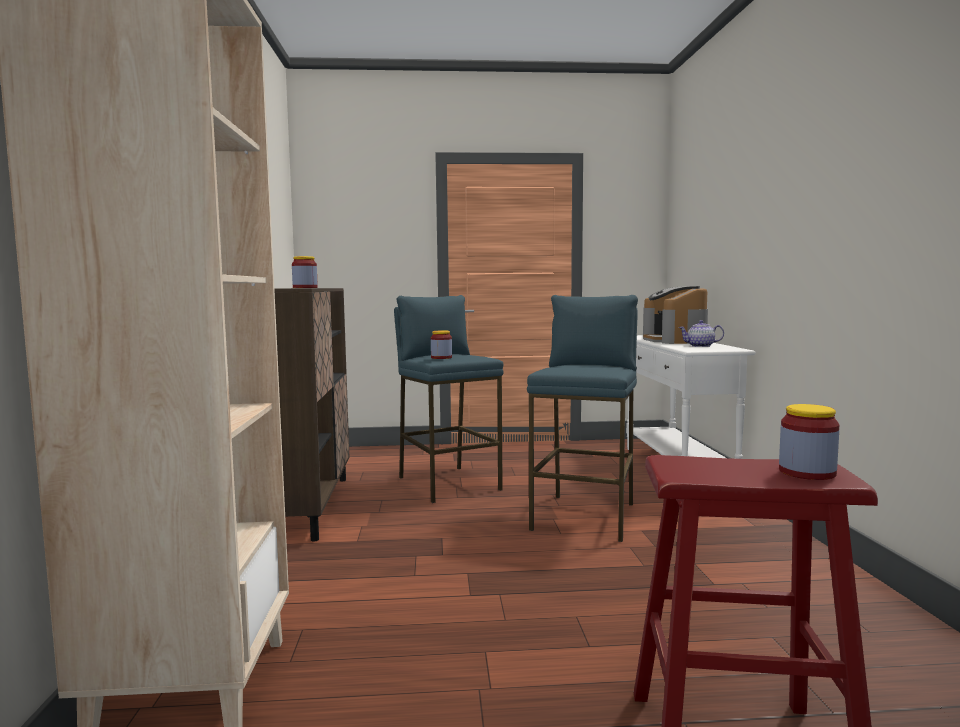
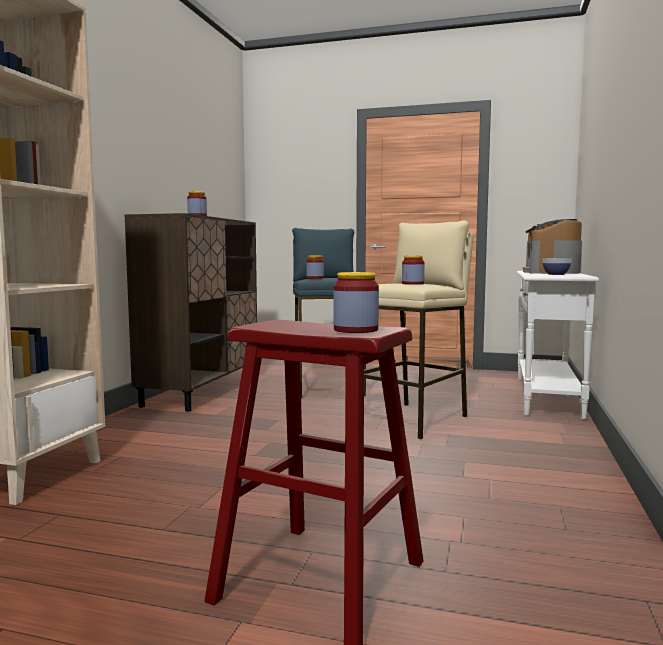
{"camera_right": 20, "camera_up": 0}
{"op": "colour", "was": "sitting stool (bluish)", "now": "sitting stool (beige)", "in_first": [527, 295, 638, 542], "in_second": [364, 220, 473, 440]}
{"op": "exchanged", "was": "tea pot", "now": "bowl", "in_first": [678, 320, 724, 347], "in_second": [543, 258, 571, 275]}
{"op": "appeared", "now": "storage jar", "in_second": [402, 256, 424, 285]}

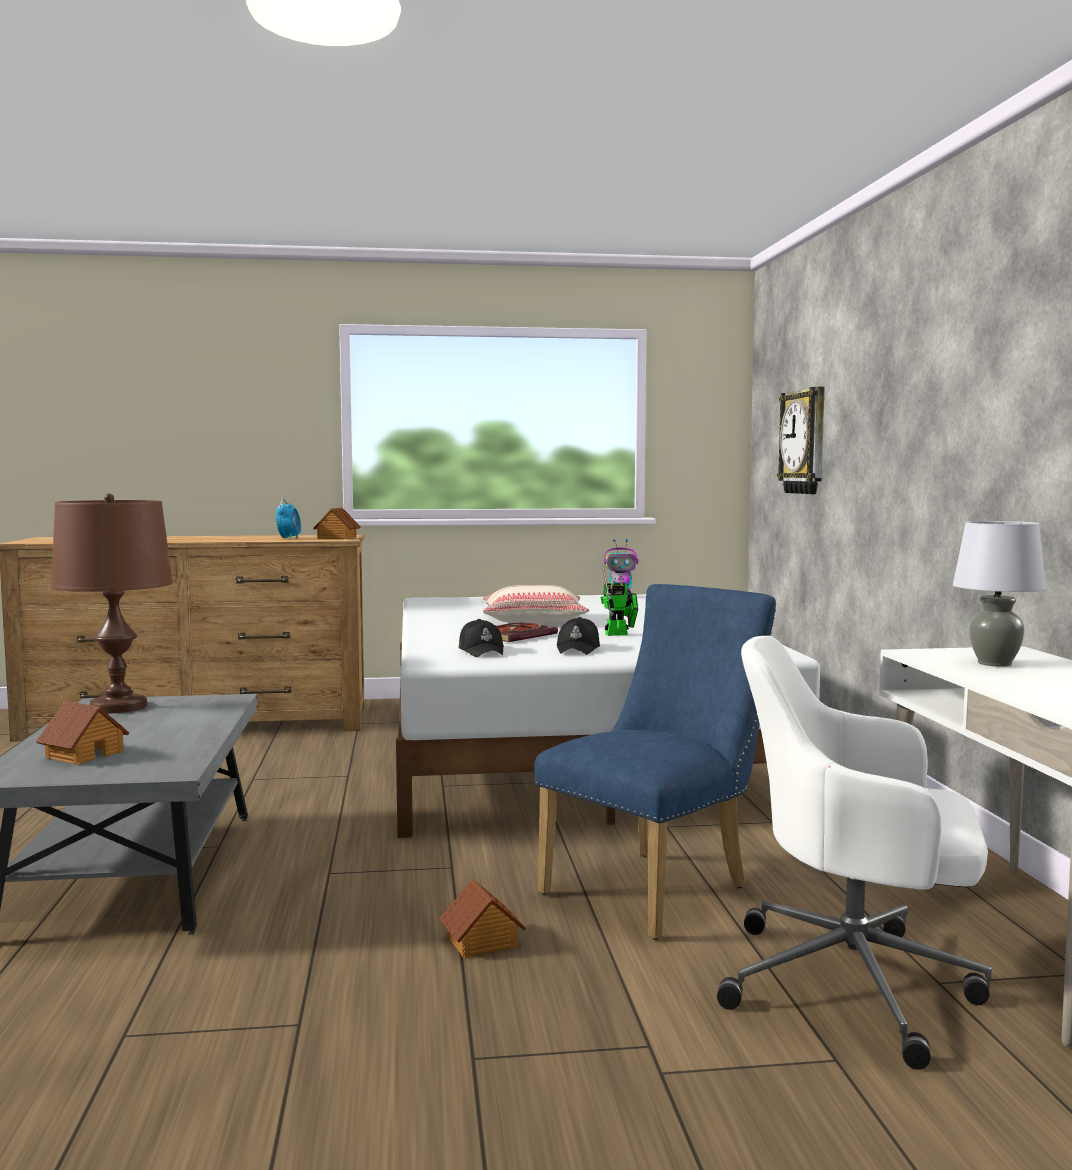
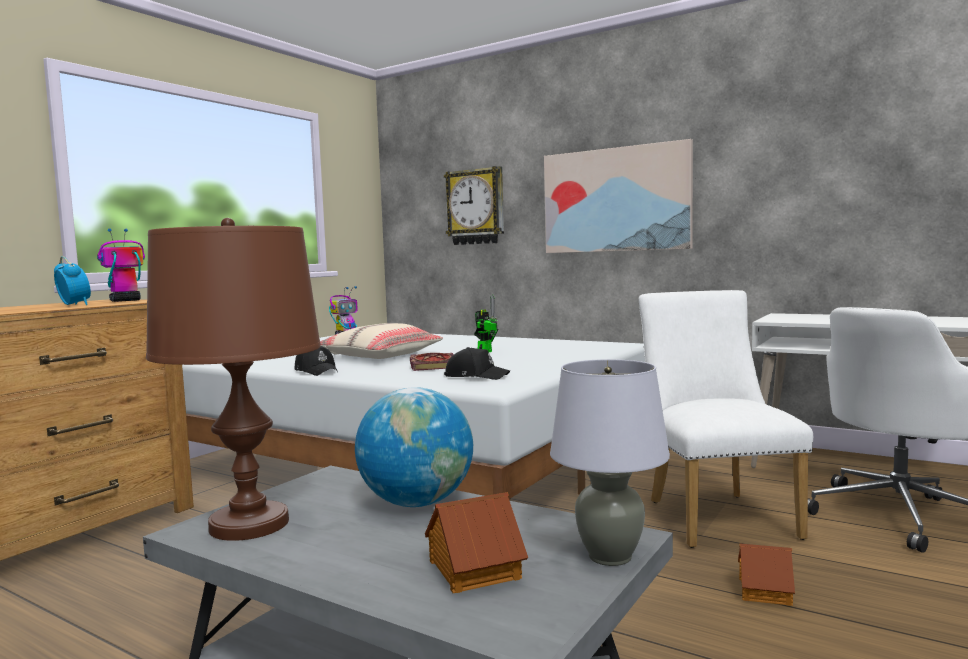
{"camera_right": -50, "camera_up": 0}
{"op": "exchanged", "was": "toy house", "now": "robot figure", "in_first": [313, 508, 361, 539], "in_second": [97, 228, 145, 302]}
{"op": "colour", "was": "upright chair (bluish)", "now": "upright chair (white)", "in_first": [534, 584, 776, 940], "in_second": [639, 290, 813, 548]}
{"op": "relocated", "was": "cap (blackish)", "in_first": [557, 617, 600, 654], "in_second": [294, 346, 338, 376]}
{"op": "relocated", "was": "table lamp (greyish)", "in_first": [953, 521, 1046, 667], "in_second": [550, 359, 670, 566]}
{"op": "appeared", "now": "world globe", "in_second": [355, 387, 473, 507]}
{"op": "appeared", "now": "wall art", "in_second": [544, 139, 693, 253]}

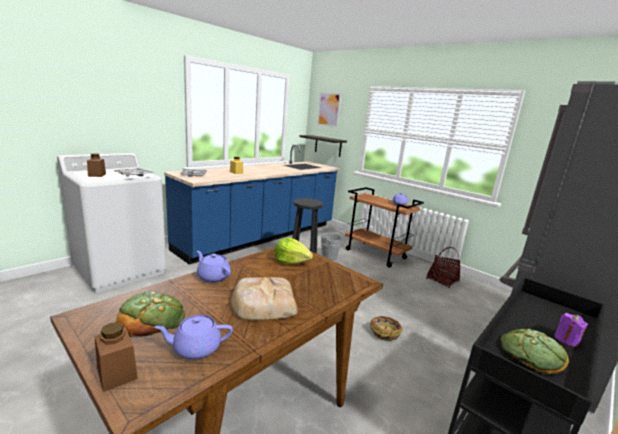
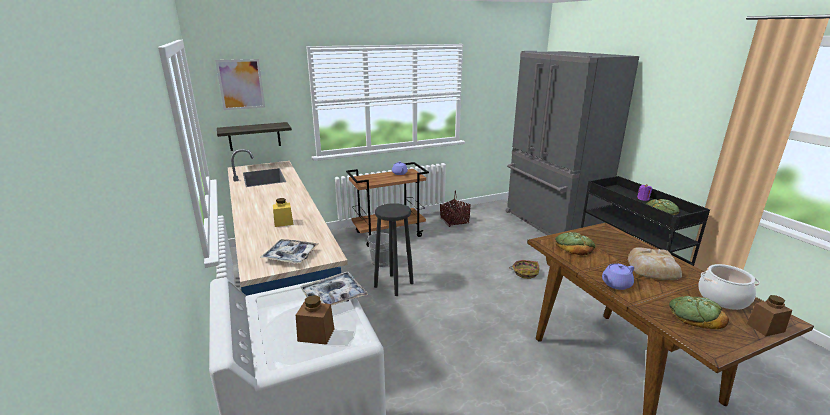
{"camera_right": -65, "camera_up": 5}
{"op": "exchanged", "was": "tea pot (purple-coloured)", "now": "stockpot", "in_first": [154, 315, 233, 360], "in_second": [699, 264, 760, 310]}
{"op": "exchanged", "was": "lettuce head", "now": "bakery bread", "in_first": [274, 237, 313, 264], "in_second": [555, 232, 596, 256]}

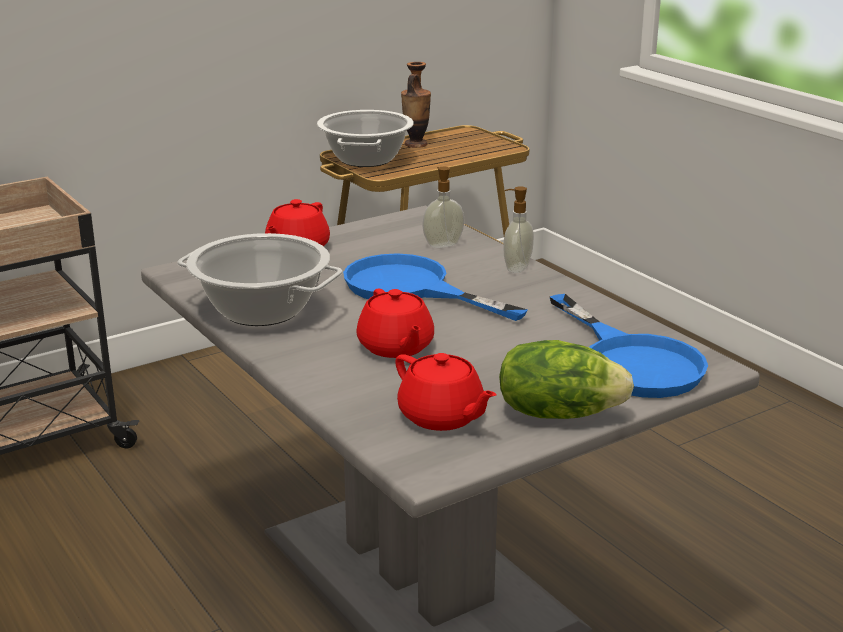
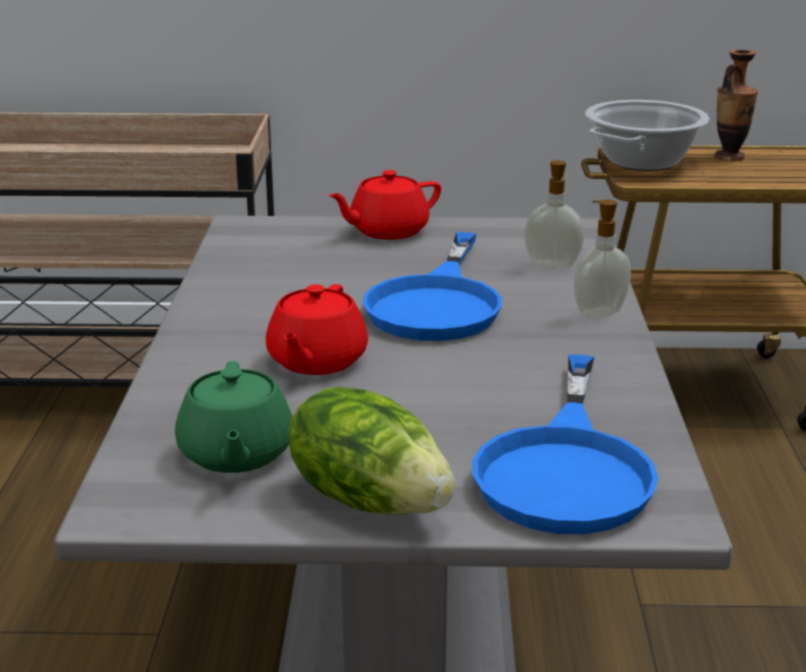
{"camera_right": 35, "camera_up": 0}
{"op": "missing", "was": "stockpot", "in_first": [177, 233, 342, 326]}
{"op": "spun", "was": "frying pan (bluish)", "in_first": [343, 253, 528, 321], "in_second": [362, 232, 502, 341], "clockwise": -150}
{"op": "colour", "was": "tea pot (red)", "now": "tea pot (green-coloured)", "in_first": [395, 353, 497, 431], "in_second": [175, 361, 292, 473]}

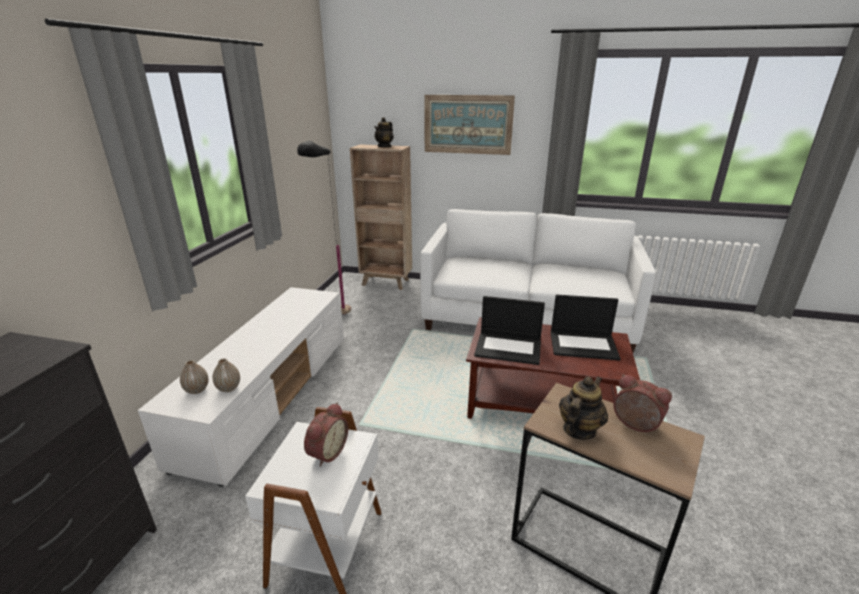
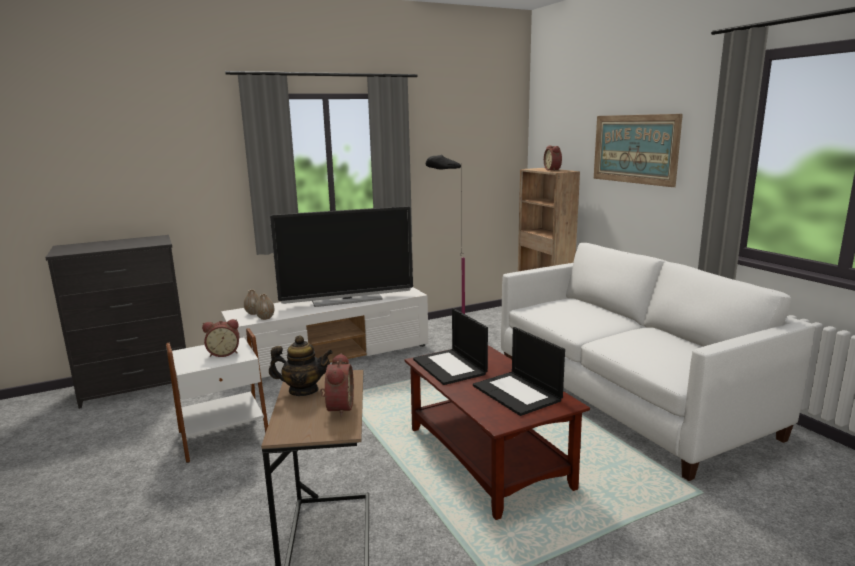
{"camera_right": 50, "camera_up": -10}
{"op": "exchanged", "was": "tea pot", "now": "alarm clock", "in_first": [374, 117, 394, 148], "in_second": [544, 145, 562, 171]}
{"op": "appeared", "now": "TV", "in_second": [270, 206, 413, 307]}

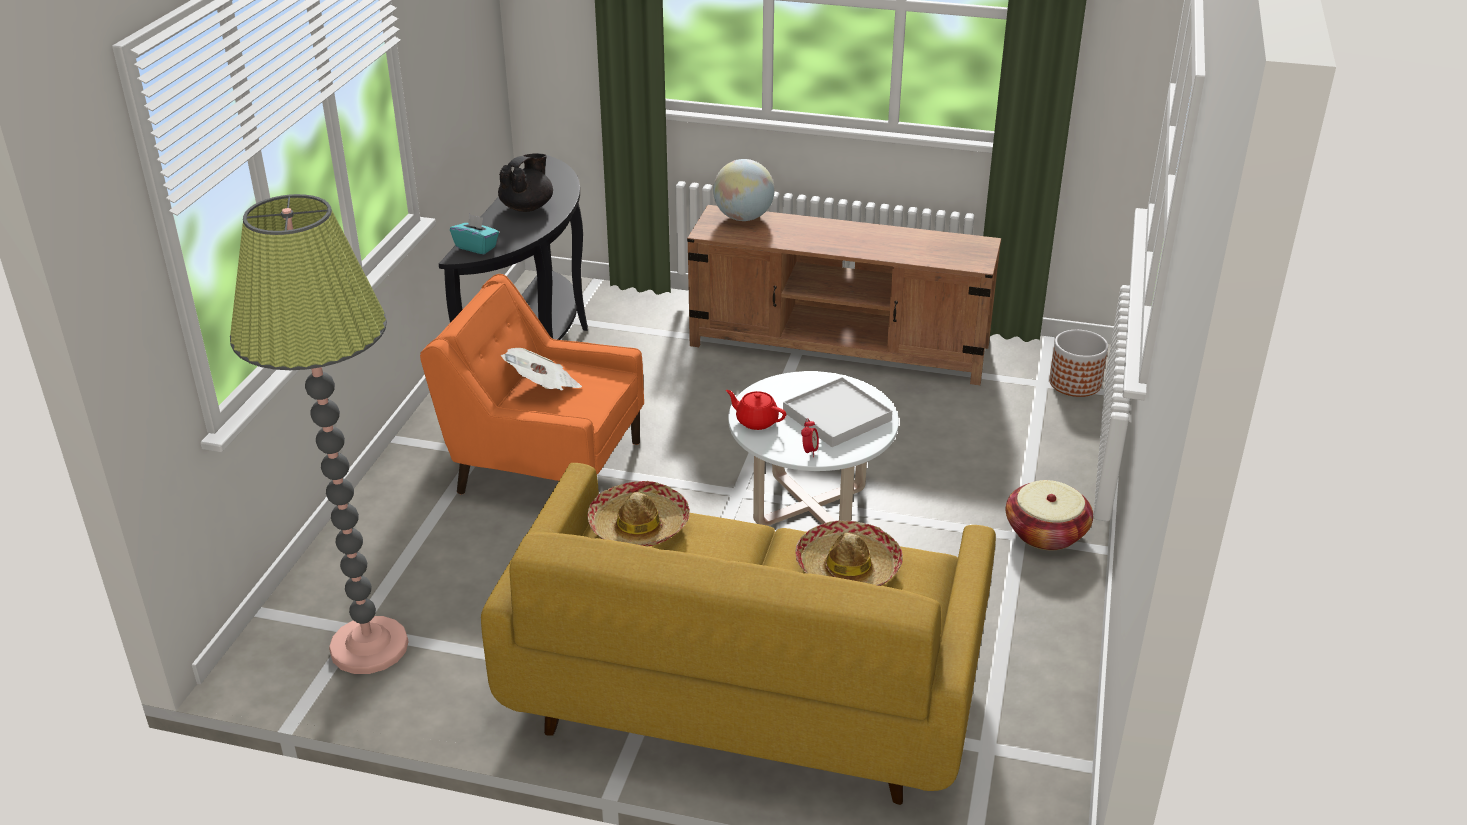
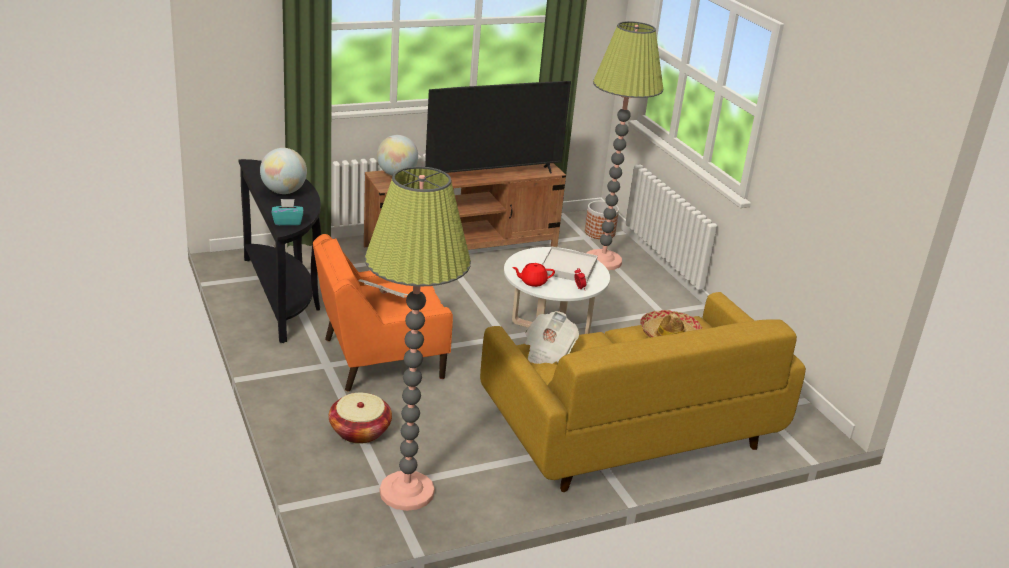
{"camera_right": -40, "camera_up": -5}
{"op": "exchanged", "was": "tea pot (blackish)", "now": "world globe", "in_first": [498, 153, 553, 212], "in_second": [260, 148, 307, 194]}
{"op": "exchanged", "was": "clothing hat", "now": "daily paper", "in_first": [588, 481, 690, 547], "in_second": [525, 311, 579, 364]}
{"op": "relocated", "was": "storage basket", "in_first": [1006, 480, 1093, 550], "in_second": [329, 393, 392, 444]}
{"op": "appeared", "now": "TV", "in_second": [425, 81, 571, 173]}
{"op": "appeared", "now": "standing lamp", "in_second": [587, 21, 663, 270]}

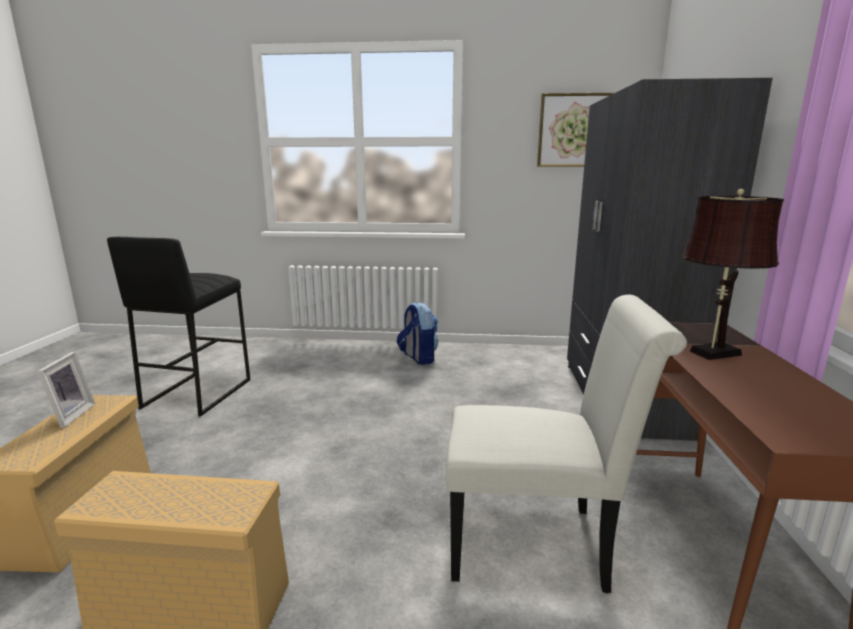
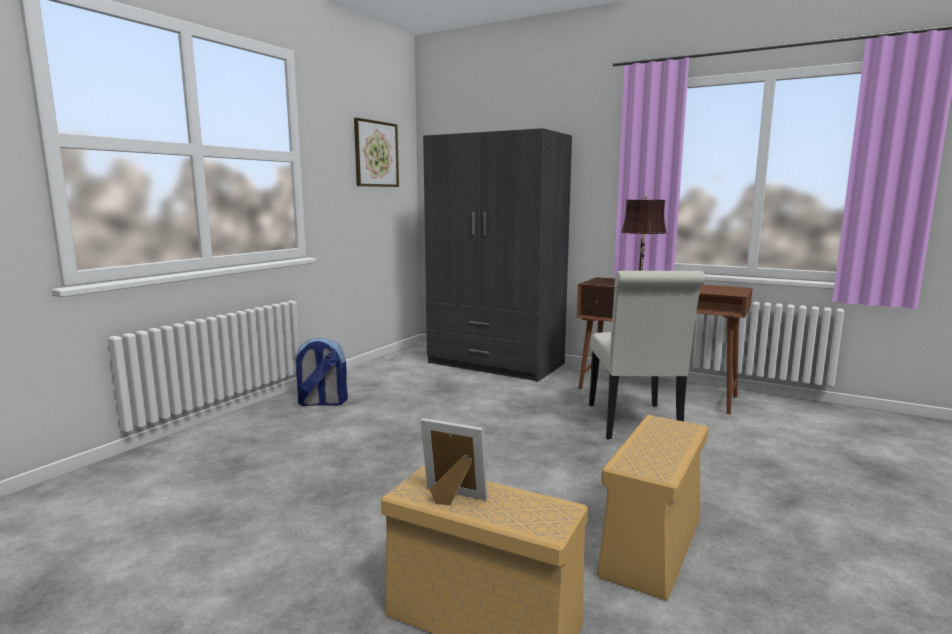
{"camera_right": -65, "camera_up": -5}
{"op": "missing", "was": "sitting stool (blackish)", "in_first": [107, 237, 250, 417]}
{"op": "spun", "was": "upright chair (white)", "in_first": [446, 295, 687, 593], "in_second": [589, 271, 705, 439], "clockwise": 150}

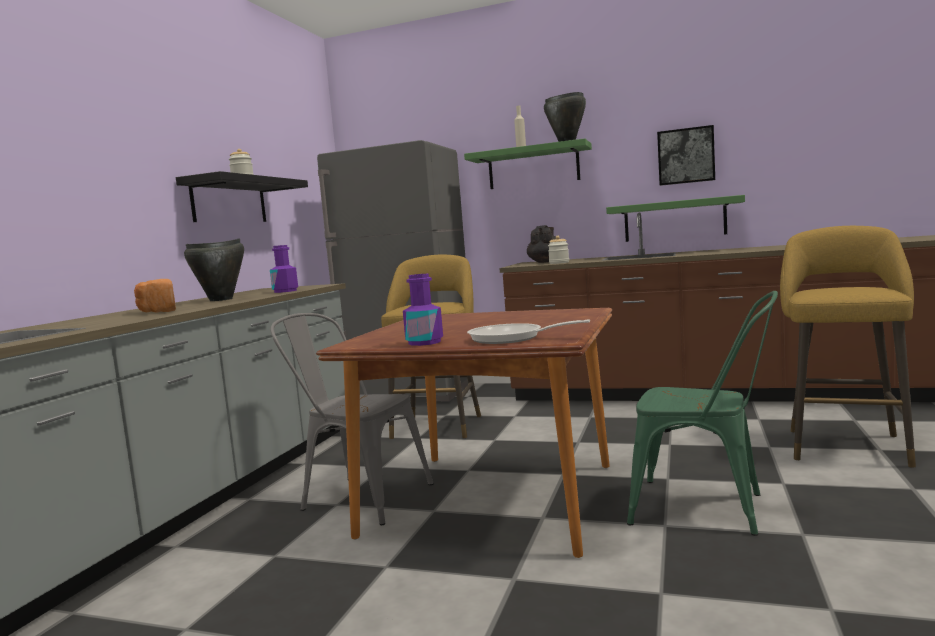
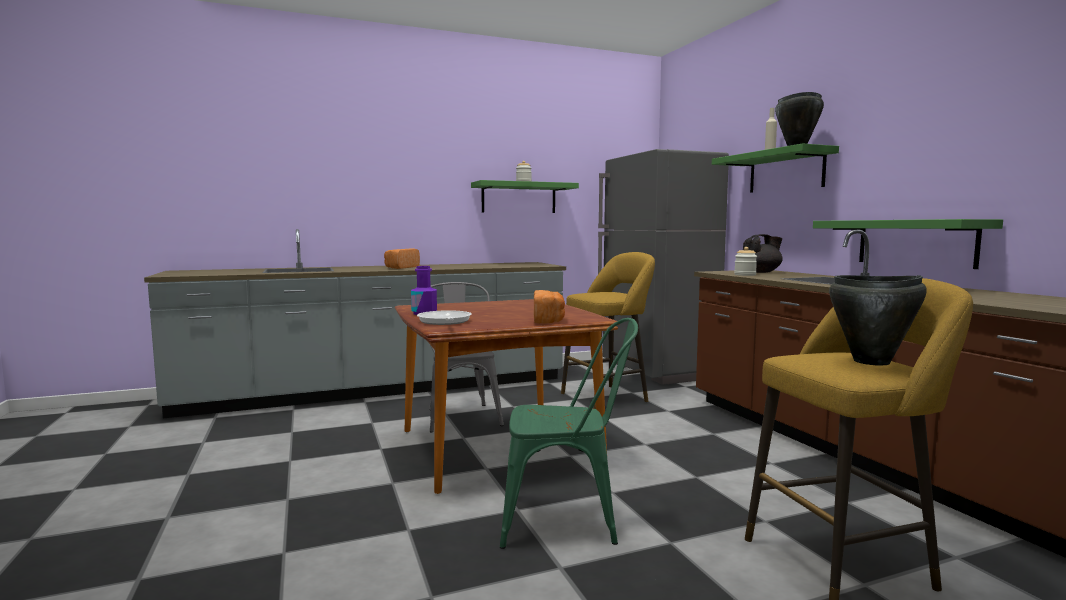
{"camera_right": 50, "camera_up": 0}
{"op": "colour", "was": "wall shelf (blackish)", "now": "wall shelf (green-coloured)", "in_first": [176, 171, 308, 222], "in_second": [471, 180, 579, 213]}
{"op": "relocated", "was": "stockpot (blackish)", "in_first": [184, 238, 244, 301], "in_second": [829, 275, 927, 366]}
{"op": "missing", "was": "bottle (purple-coloured)", "in_first": [270, 245, 298, 293]}
{"op": "spun", "was": "upright chair (green-coloured)", "in_first": [627, 291, 778, 536], "in_second": [500, 318, 638, 549], "clockwise": -75}
{"op": "missing", "was": "wall art", "in_first": [657, 125, 715, 186]}
{"op": "appeared", "now": "bakery bread", "in_second": [534, 290, 565, 324]}

